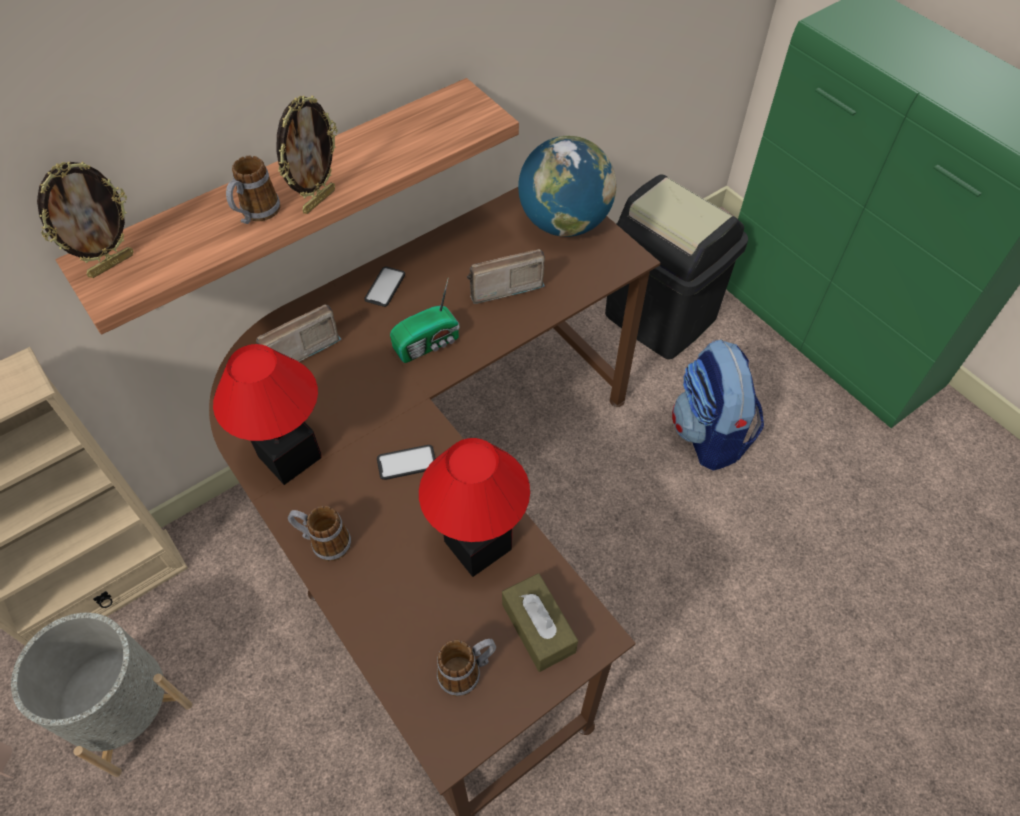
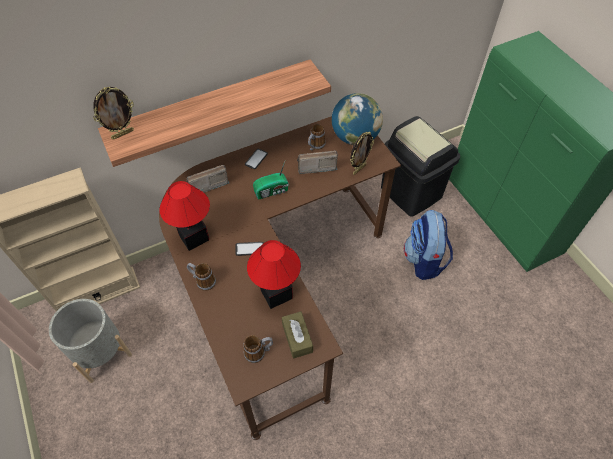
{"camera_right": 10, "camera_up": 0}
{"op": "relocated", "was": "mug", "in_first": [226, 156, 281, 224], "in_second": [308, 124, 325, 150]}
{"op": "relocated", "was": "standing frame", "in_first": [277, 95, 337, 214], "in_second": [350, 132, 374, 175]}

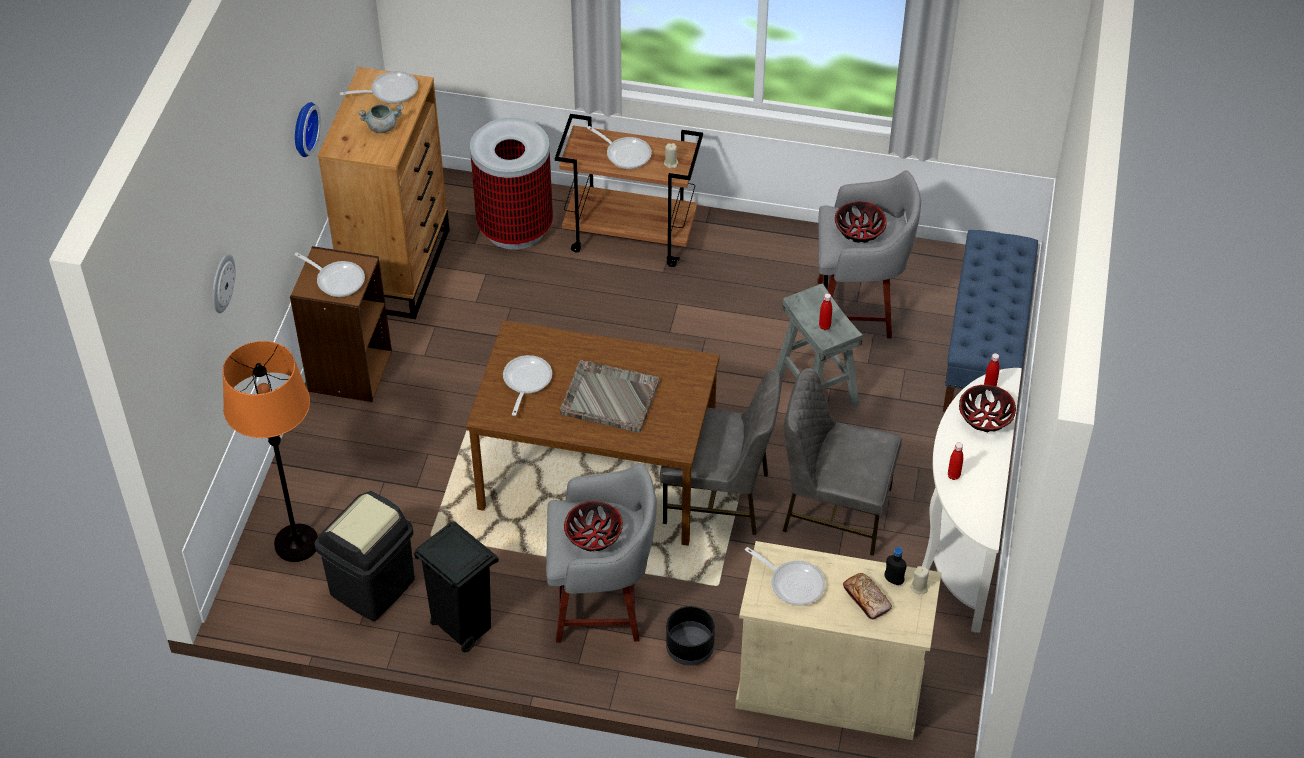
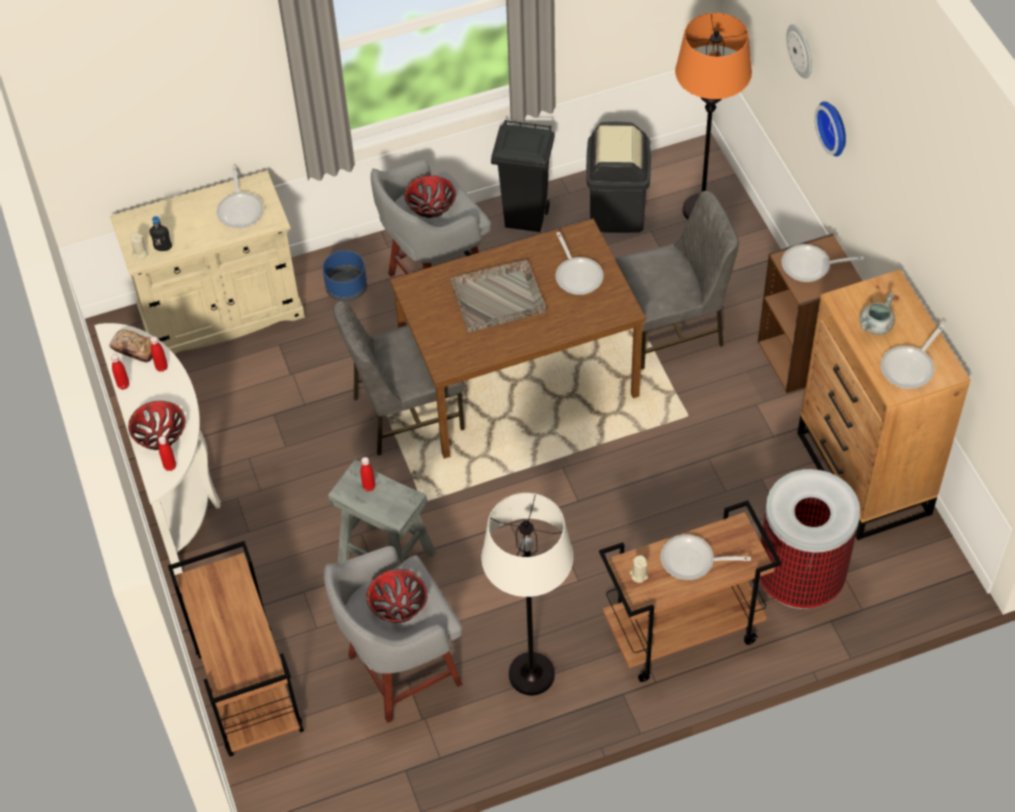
{"camera_right": 150, "camera_up": 5}
{"op": "relocated", "was": "wall clock", "in_first": [295, 102, 321, 157], "in_second": [814, 101, 846, 156]}
{"op": "colour", "was": "plant pot (blackish)", "now": "plant pot (bluish)", "in_first": [666, 606, 715, 666], "in_second": [322, 250, 367, 302]}
{"op": "spun", "was": "frying pan", "in_first": [745, 547, 826, 606], "in_second": [216, 166, 263, 229], "clockwise": -105}
{"op": "relocated", "was": "upright chair (greyish)", "in_first": [783, 368, 902, 556], "in_second": [615, 191, 739, 370]}
{"op": "relocated", "was": "bakery bread", "in_first": [843, 573, 892, 619], "in_second": [109, 329, 152, 362]}
{"op": "exchanged", "was": "indoor bench (bluish)", "now": "wheeled cart (brown-coloured)", "in_first": [943, 230, 1038, 412], "in_second": [168, 541, 304, 757]}
{"op": "appeared", "now": "bottle (red)", "in_second": [111, 354, 129, 390]}
{"op": "appeared", "now": "standing lamp (white)", "in_second": [481, 493, 573, 695]}

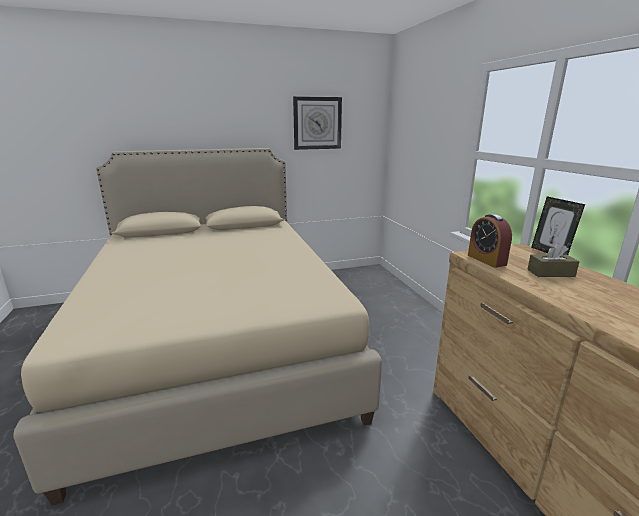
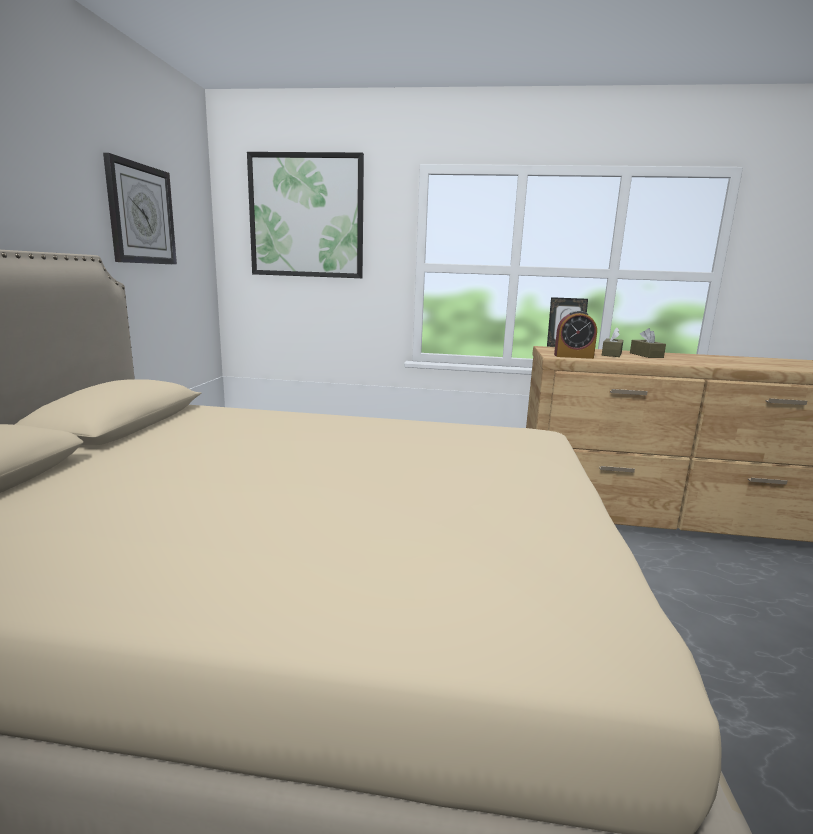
{"camera_right": -65, "camera_up": -5}
{"op": "appeared", "now": "wall art", "in_second": [247, 152, 364, 278]}
{"op": "appeared", "now": "tissue box (brown-coloured)", "in_second": [630, 328, 666, 358]}

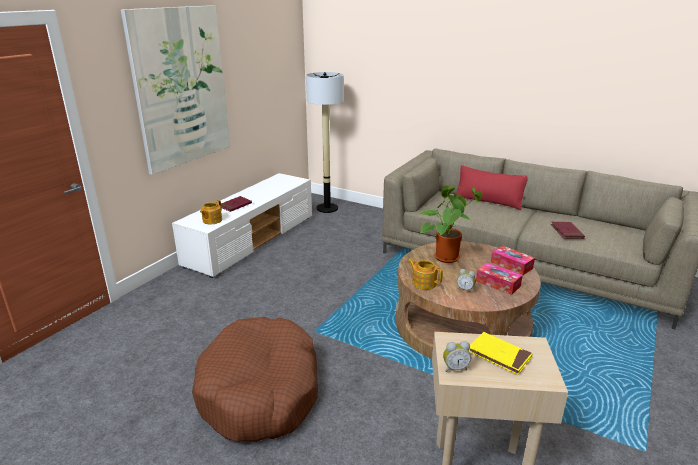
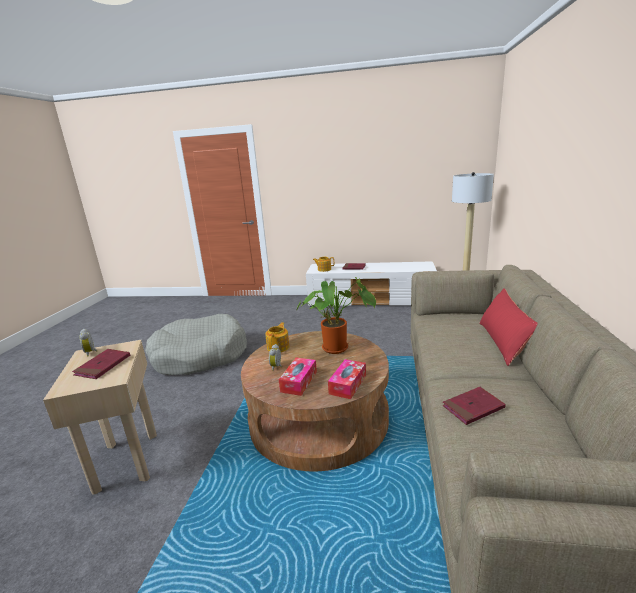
{"camera_right": 70, "camera_up": -5}
{"op": "missing", "was": "wall art", "in_first": [121, 5, 230, 175]}
{"op": "colour", "was": "dog bed (brown-coloured)", "now": "dog bed (greyish)", "in_first": [192, 317, 318, 442], "in_second": [145, 314, 247, 375]}
{"op": "colour", "was": "book (yellow)", "now": "book (red)", "in_first": [469, 332, 533, 375], "in_second": [72, 349, 130, 379]}

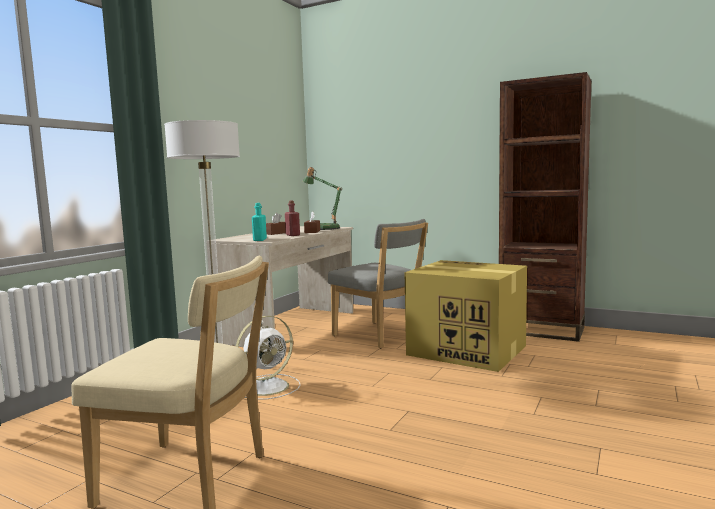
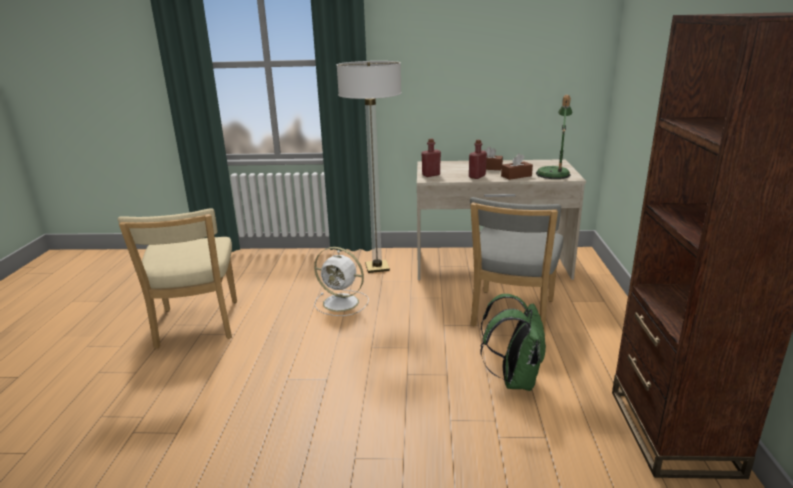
{"camera_right": 65, "camera_up": 15}
{"op": "colour", "was": "bottle (blue-green)", "now": "bottle (red)", "in_first": [252, 203, 267, 241], "in_second": [421, 139, 441, 177]}
{"op": "exchanged", "was": "carton", "now": "rucksack (green-coloured)", "in_first": [404, 260, 527, 372], "in_second": [480, 294, 546, 391]}

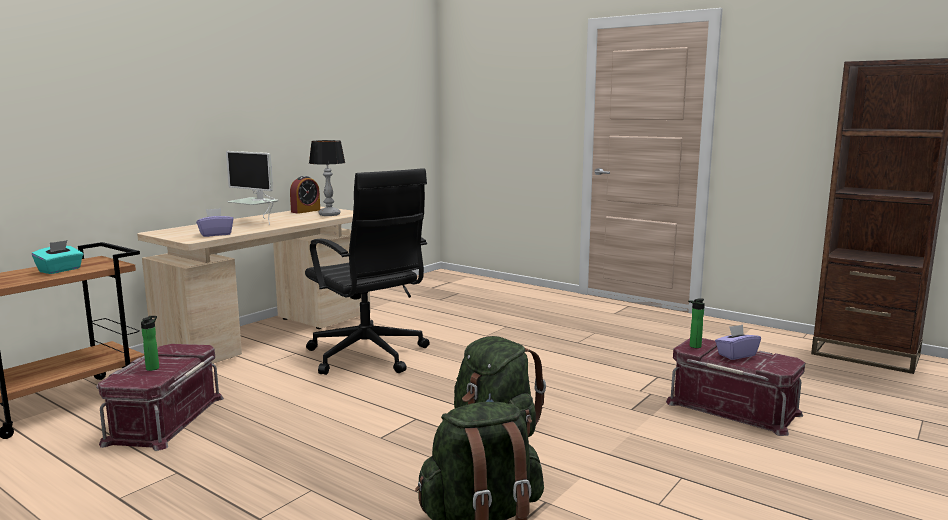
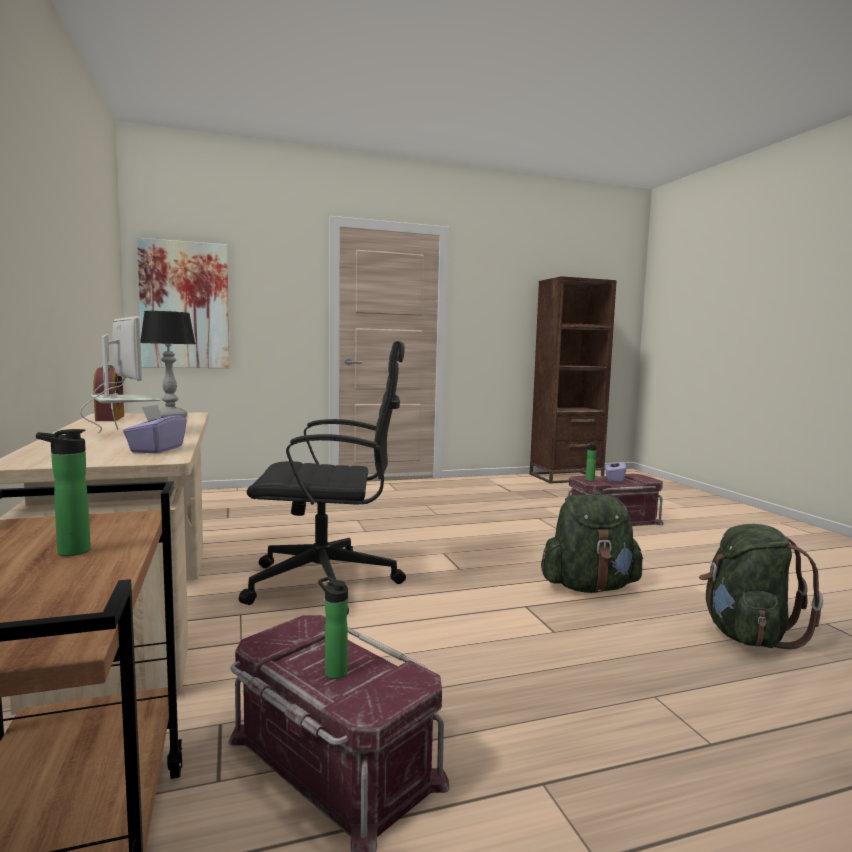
{"camera_right": -55, "camera_up": -5}
{"op": "exchanged", "was": "tissue box (blue-green)", "now": "bottle", "in_first": [32, 240, 83, 274], "in_second": [36, 429, 91, 556]}
{"op": "spun", "was": "monitor", "in_first": [226, 151, 278, 225], "in_second": [80, 316, 161, 434], "clockwise": -105}
{"op": "appeared", "now": "wall art", "in_second": [137, 238, 230, 368]}

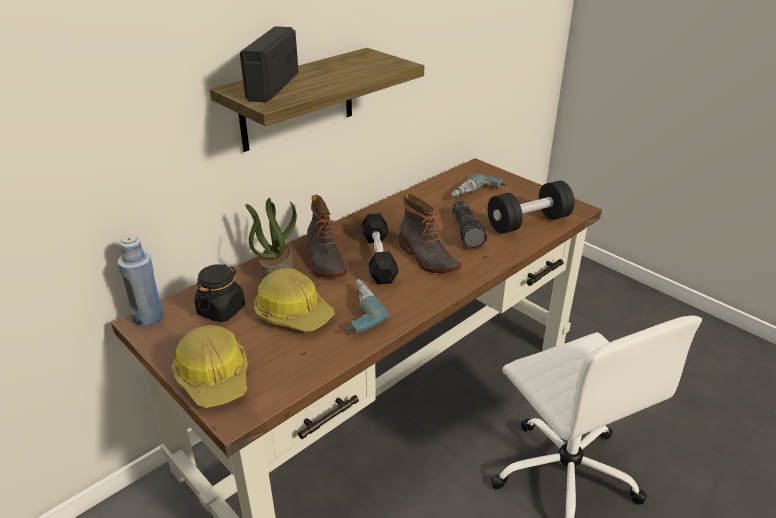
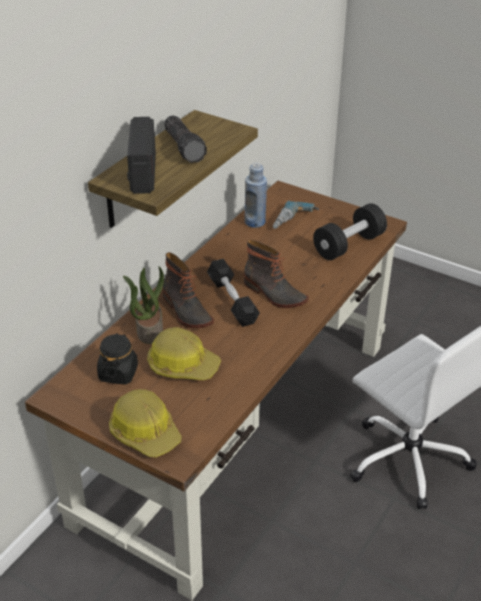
{"camera_right": -15, "camera_up": 5}
{"op": "relocated", "was": "bottle (bluish)", "in_first": [117, 235, 164, 326], "in_second": [245, 163, 267, 228]}
{"op": "missing", "was": "electric drill", "in_first": [345, 279, 389, 334]}
{"op": "relocated", "was": "flashlight", "in_first": [453, 201, 487, 248], "in_second": [164, 115, 207, 163]}

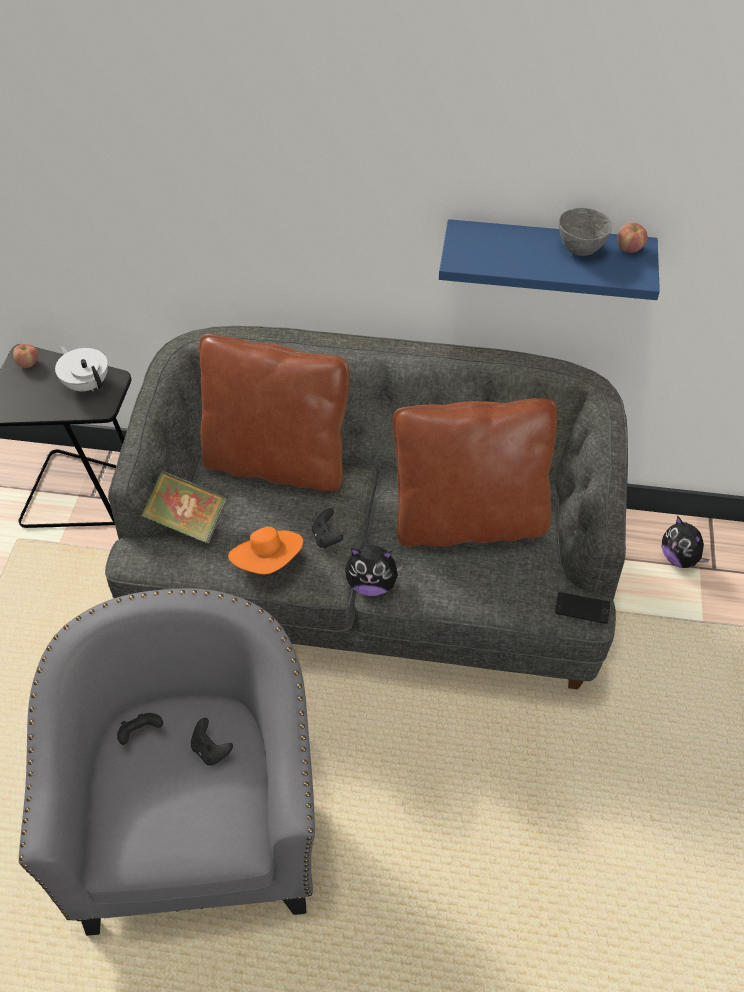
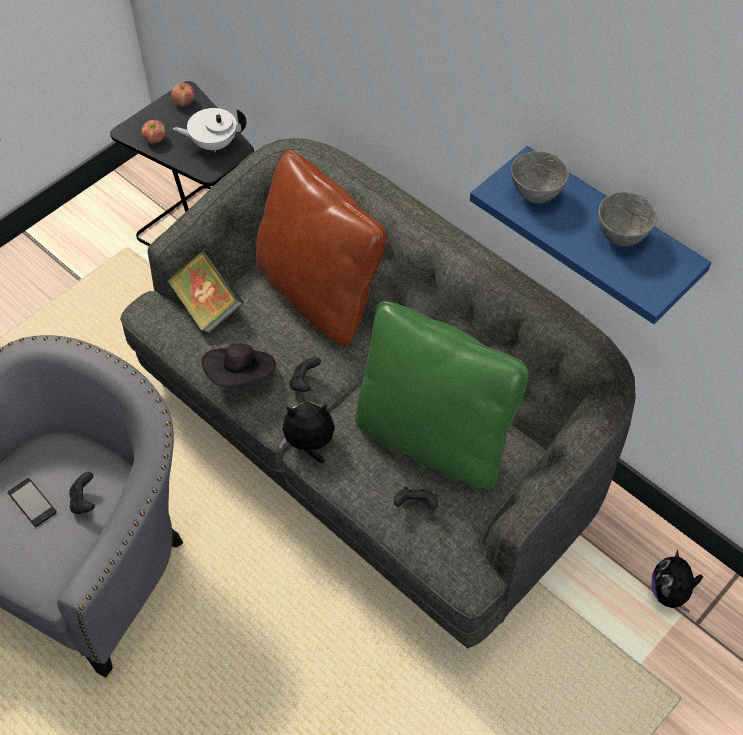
{"camera_right": 35, "camera_up": 5}
{"op": "spun", "was": "tea pot (white)", "in_first": [55, 345, 108, 391], "in_second": [173, 108, 246, 152], "clockwise": -90}
{"op": "relocated", "was": "gamepad (blackish)", "in_first": [117, 713, 163, 745], "in_second": [394, 487, 438, 510]}
{"op": "colour", "was": "clothing hat (orangey)", "now": "clothing hat (blackish)", "in_first": [228, 527, 303, 574], "in_second": [202, 344, 276, 387]}
{"op": "spun", "was": "plush toy", "in_first": [345, 545, 403, 596], "in_second": [279, 402, 335, 463], "clockwise": 135}
{"op": "colour", "was": "pillow (brown-coloured)", "now": "pillow (green-coloured)", "in_first": [393, 398, 557, 547], "in_second": [355, 301, 529, 489]}
{"op": "relocated", "was": "telephone", "in_first": [555, 592, 610, 624], "in_second": [7, 478, 57, 527]}
{"op": "relocated", "was": "apple fruit", "in_first": [617, 223, 648, 253], "in_second": [142, 120, 166, 144]}
{"op": "appeared", "now": "bowl (greyish)", "in_second": [511, 151, 569, 204]}

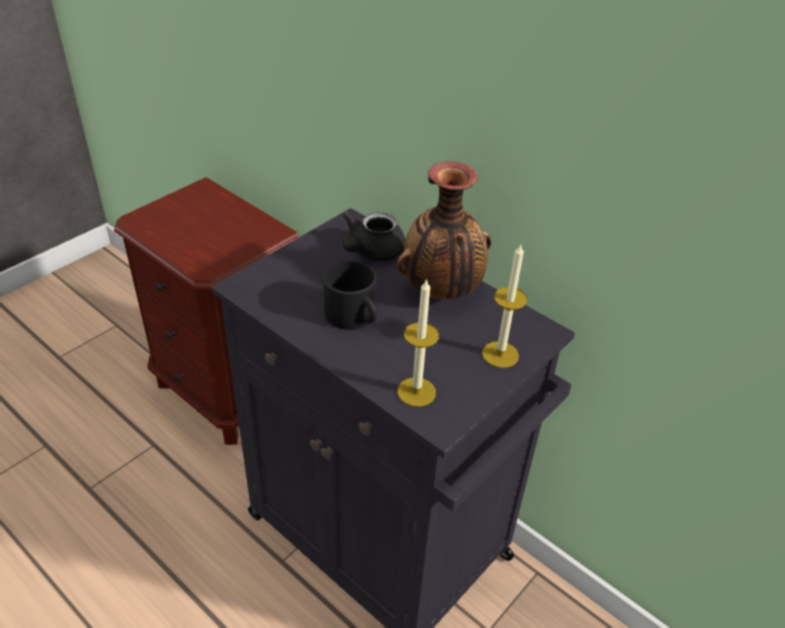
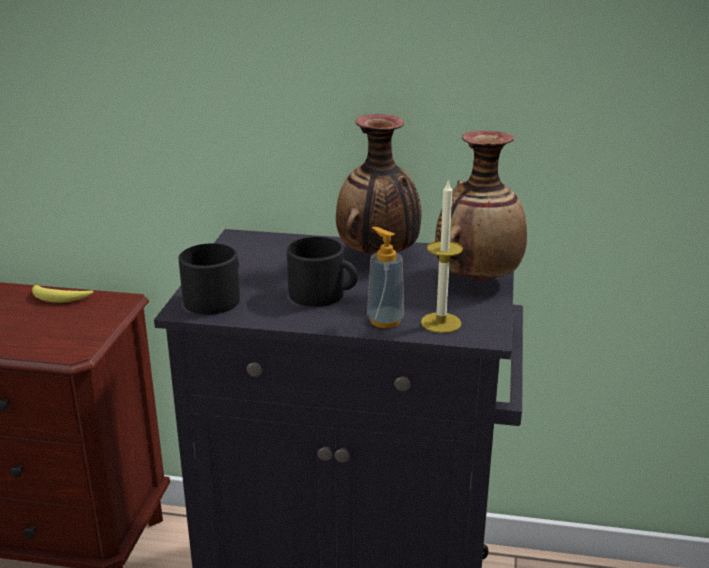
{"camera_right": -30, "camera_up": -15}
{"op": "missing", "was": "tea pot (blackish)", "in_first": [343, 212, 405, 261]}
{"op": "exchanged", "was": "candle", "now": "flower vase", "in_first": [482, 244, 528, 368], "in_second": [435, 131, 527, 281]}
{"op": "appeared", "now": "banana", "in_second": [32, 283, 93, 303]}
{"op": "appeared", "now": "mug (blackish)", "in_second": [178, 243, 240, 315]}
{"op": "appeared", "now": "soap bottle", "in_second": [367, 227, 404, 328]}

